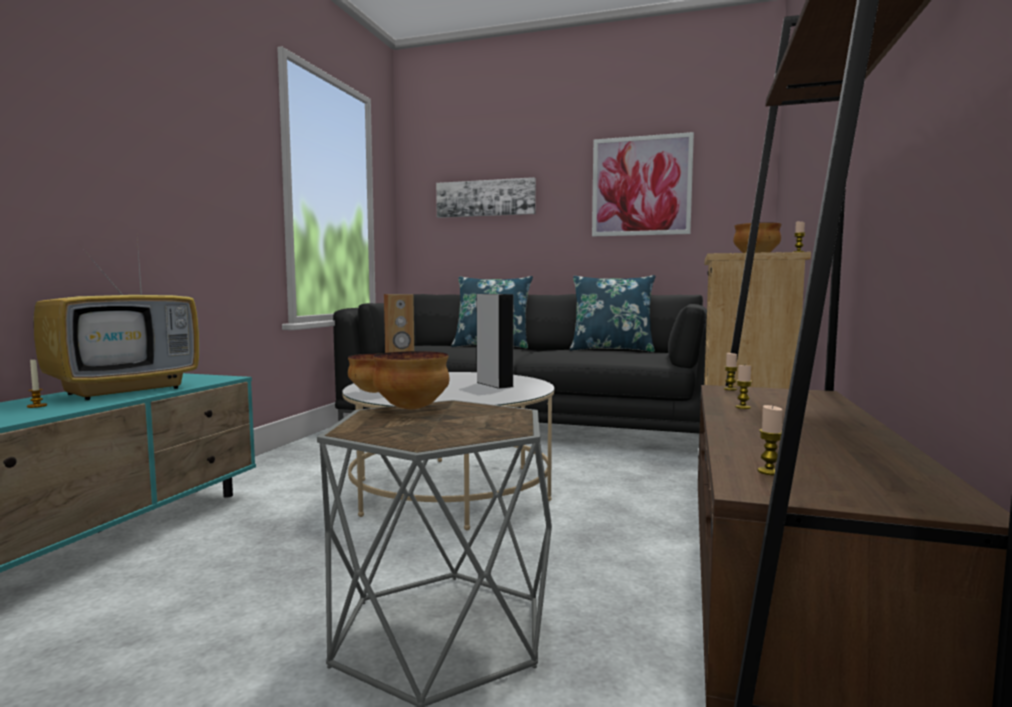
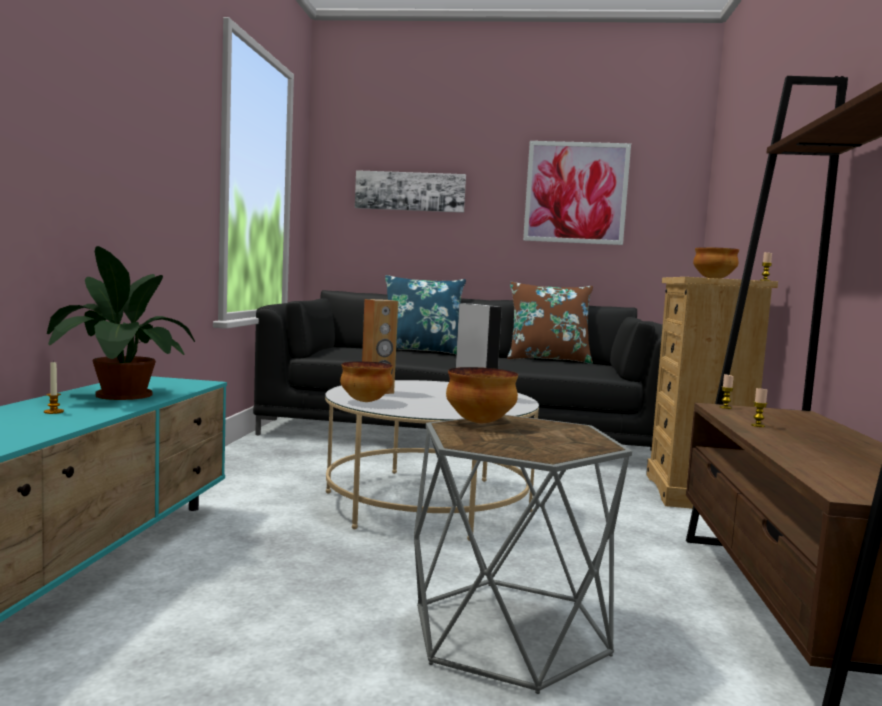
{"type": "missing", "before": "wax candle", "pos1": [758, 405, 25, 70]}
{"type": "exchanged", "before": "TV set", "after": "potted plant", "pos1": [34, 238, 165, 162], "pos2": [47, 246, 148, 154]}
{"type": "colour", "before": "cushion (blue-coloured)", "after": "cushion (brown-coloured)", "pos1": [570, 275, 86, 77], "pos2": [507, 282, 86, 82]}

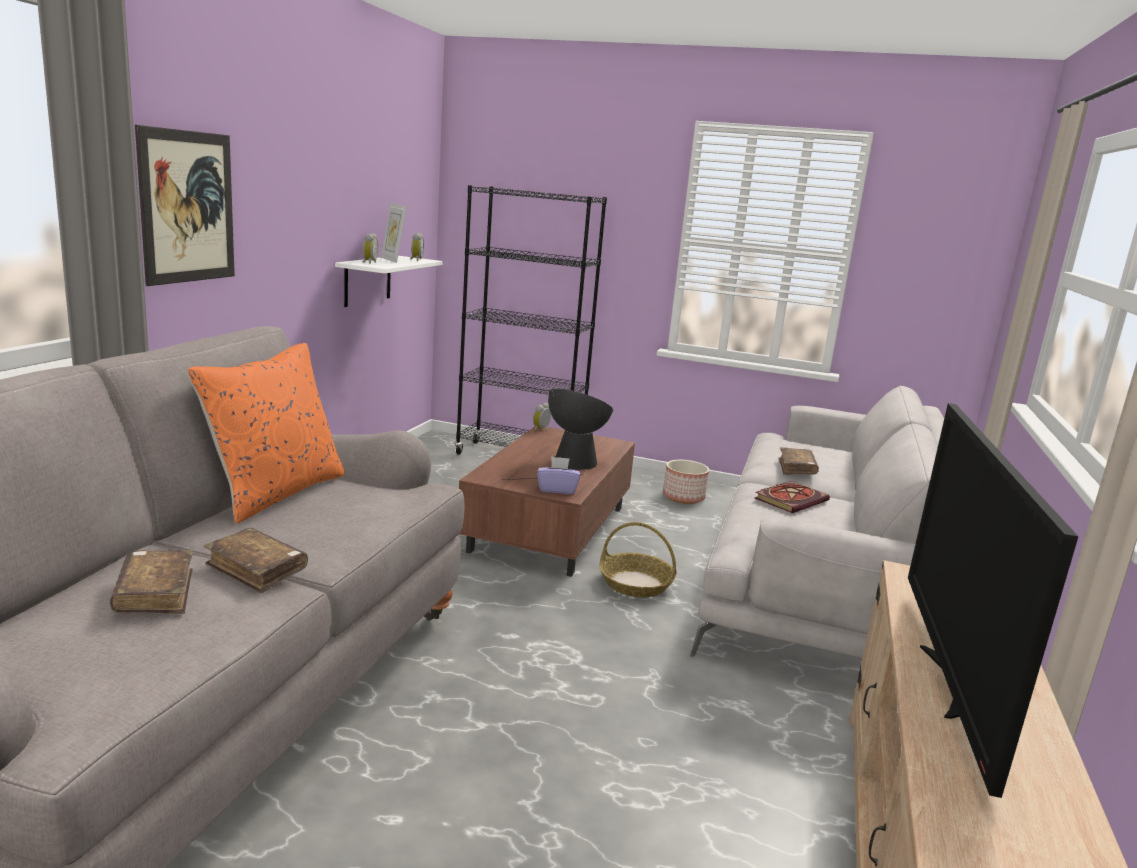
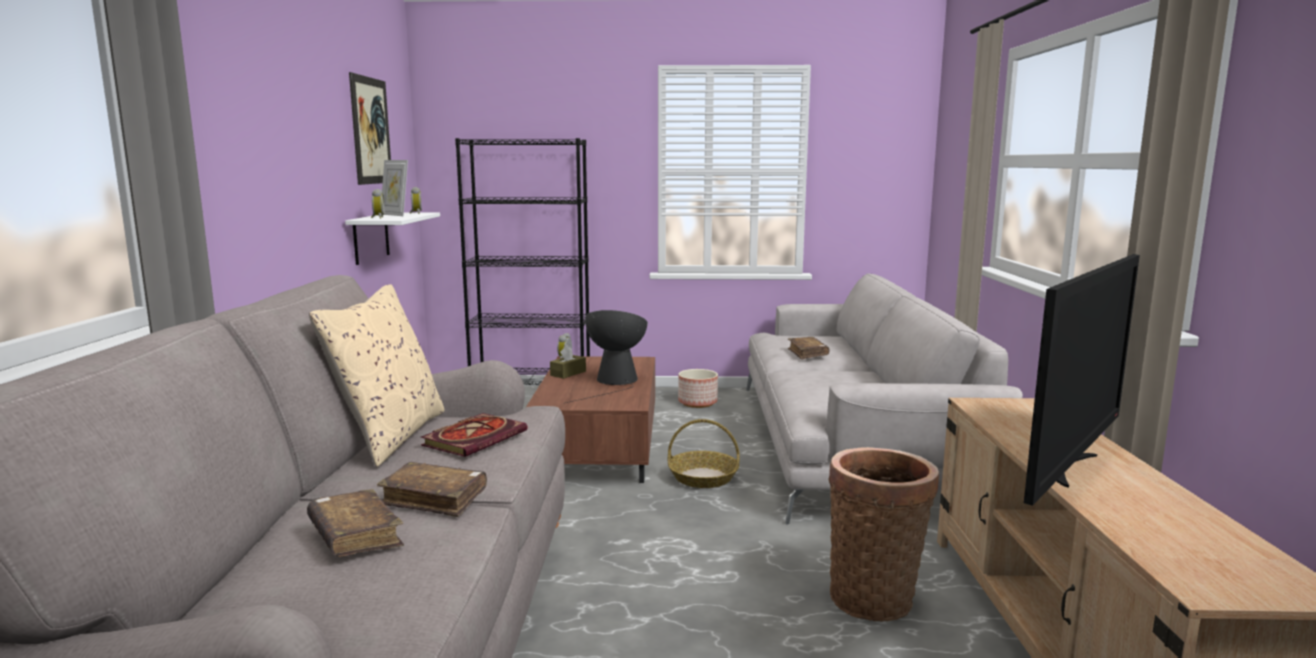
{"type": "missing", "before": "box of tissues (purple)", "pos1": [537, 456, 43, 38]}
{"type": "appeared", "after": "box of tissues (brown-coloured)", "pos2": [550, 345, 36, 34]}
{"type": "appeared", "after": "basket", "pos2": [828, 447, 111, 174]}
{"type": "relocated", "before": "wall art", "pos1": [135, 125, 100, 161], "pos2": [349, 72, 42, 113]}
{"type": "relocated", "before": "bound book", "pos1": [755, 481, 75, 32], "pos2": [421, 413, 106, 44]}
{"type": "colour", "before": "cushion (orangey)", "after": "cushion (sand-coloured)", "pos1": [187, 343, 158, 181], "pos2": [309, 284, 135, 183]}
{"type": "spun", "before": "TV set", "pos1": [908, 403, 171, 395], "pos2": [1024, 254, 116, 252], "turn": -135}

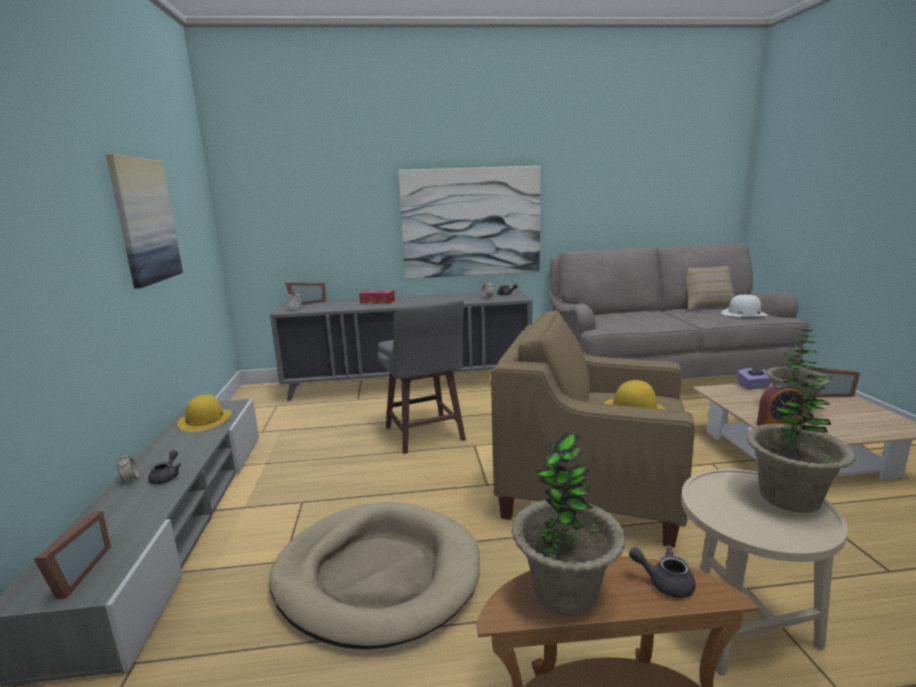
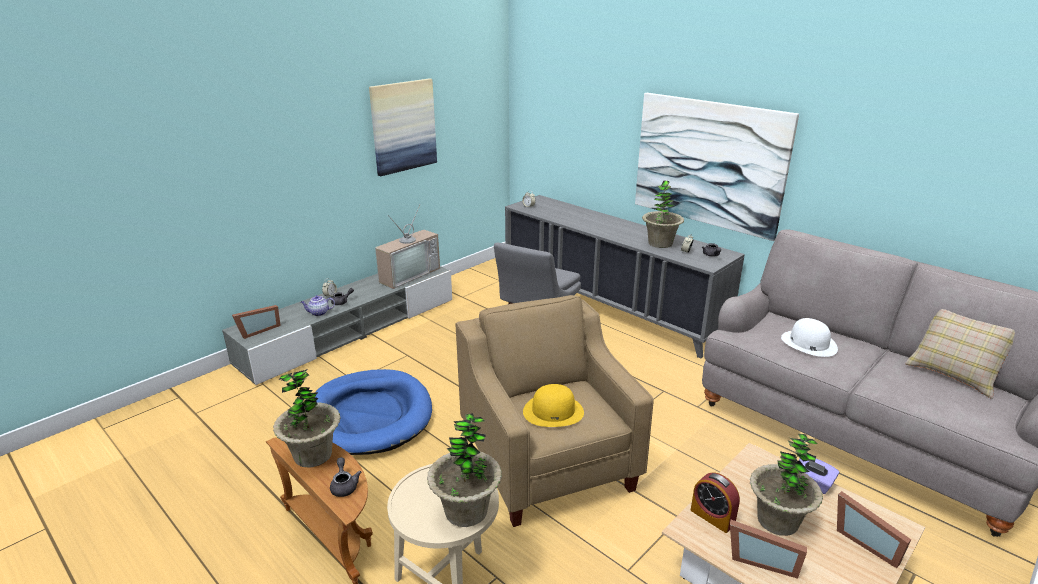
{"type": "missing", "before": "box of tissues", "pos1": [359, 290, 36, 14]}
{"type": "appeared", "after": "pot for tea", "pos2": [300, 295, 35, 21]}
{"type": "appeared", "after": "potted plant", "pos2": [642, 180, 42, 68]}
{"type": "relocated", "before": "standing frame", "pos1": [285, 282, 41, 23], "pos2": [730, 520, 77, 59]}
{"type": "relocated", "before": "clothing hat (white-coloured)", "pos1": [721, 295, 46, 22], "pos2": [781, 318, 57, 39]}
{"type": "exchanged", "before": "clothing hat (yellow)", "after": "TV set", "pos1": [177, 394, 55, 38], "pos2": [375, 205, 65, 84]}
{"type": "colour", "before": "dog bed (sand-coloured)", "after": "dog bed (blue-coloured)", "pos1": [269, 502, 211, 147], "pos2": [315, 369, 117, 86]}

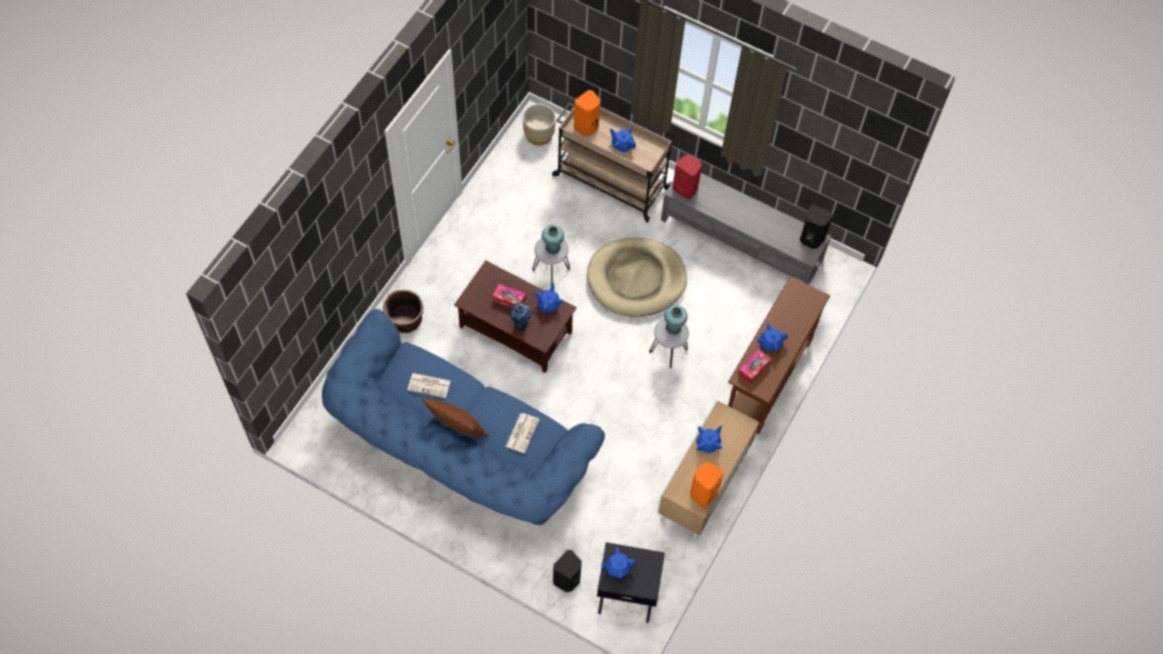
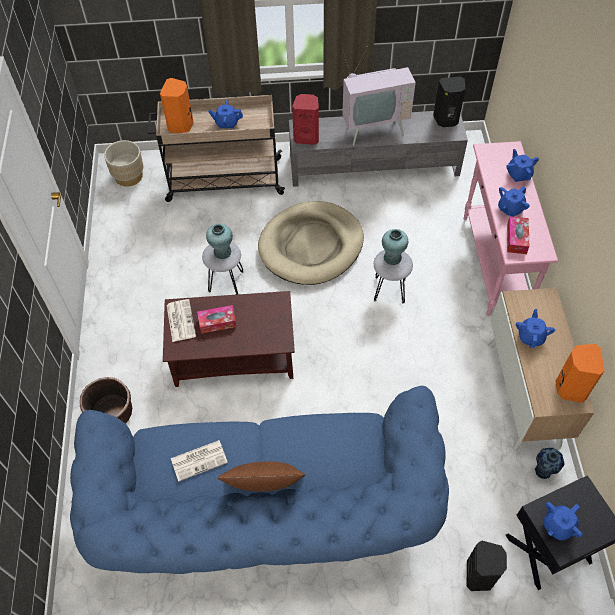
{"type": "appeared", "after": "TV set", "pos2": [342, 47, 74, 99]}
{"type": "relocated", "before": "printed paper", "pos1": [506, 413, 34, 40], "pos2": [167, 299, 29, 43]}
{"type": "relocated", "before": "vase", "pos1": [510, 303, 21, 27], "pos2": [535, 448, 29, 31]}
{"type": "relocated", "before": "pot for tea (blue-coloured)", "pos1": [534, 283, 29, 30], "pos2": [506, 149, 33, 33]}
{"type": "colour", "before": "narrow table (brown-coloured)", "after": "narrow table (pink)", "pos1": [728, 276, 102, 158], "pos2": [464, 141, 94, 175]}

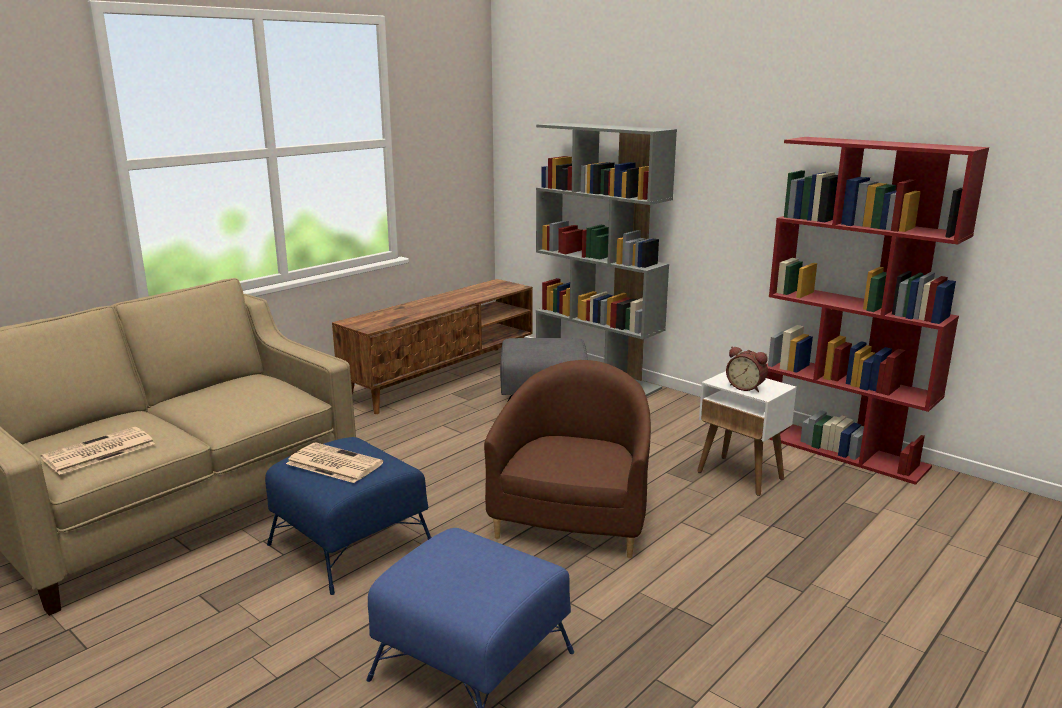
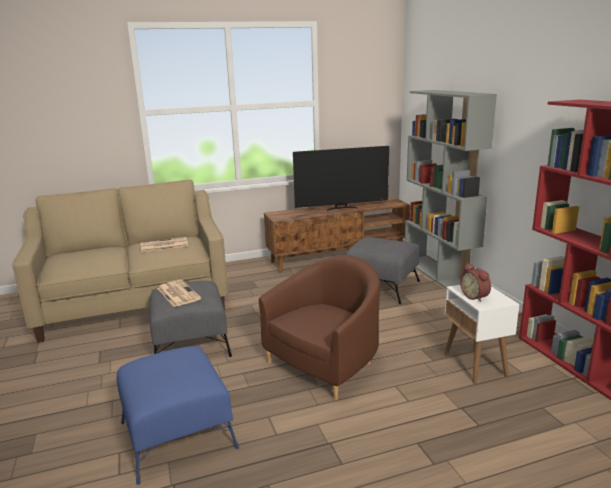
{"type": "appeared", "after": "TV set", "pos2": [293, 146, 96, 65]}
{"type": "relocated", "before": "printed paper", "pos1": [41, 427, 114, 48], "pos2": [141, 237, 47, 15]}
{"type": "colour", "before": "ottoman (blue-coloured)", "after": "ottoman (grey)", "pos1": [265, 437, 167, 158], "pos2": [150, 281, 82, 76]}

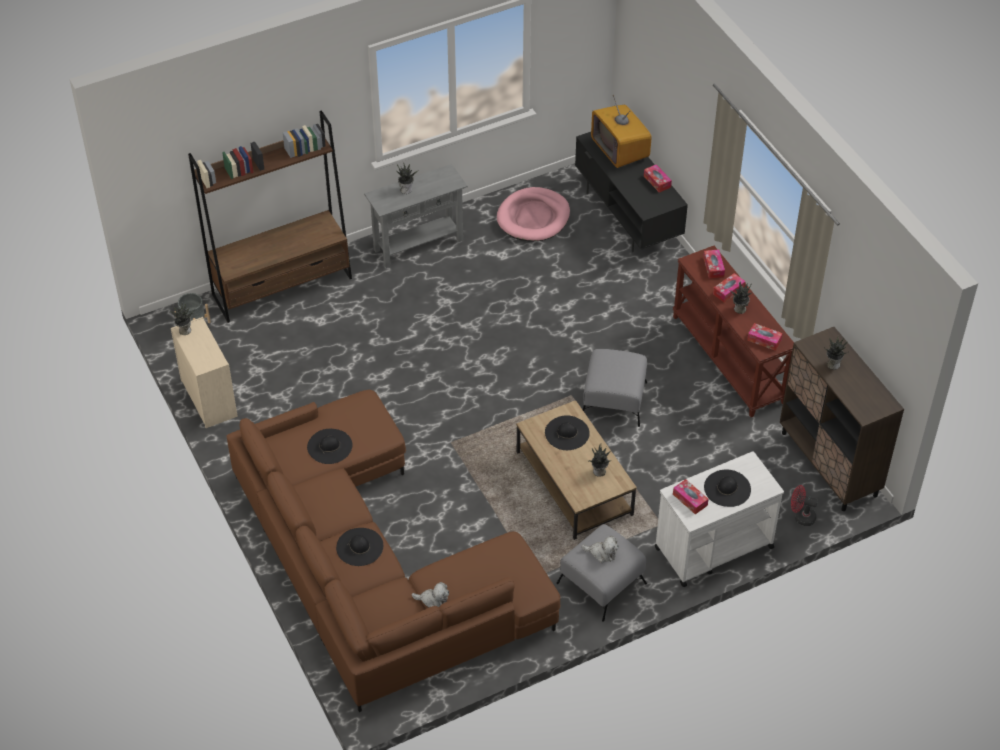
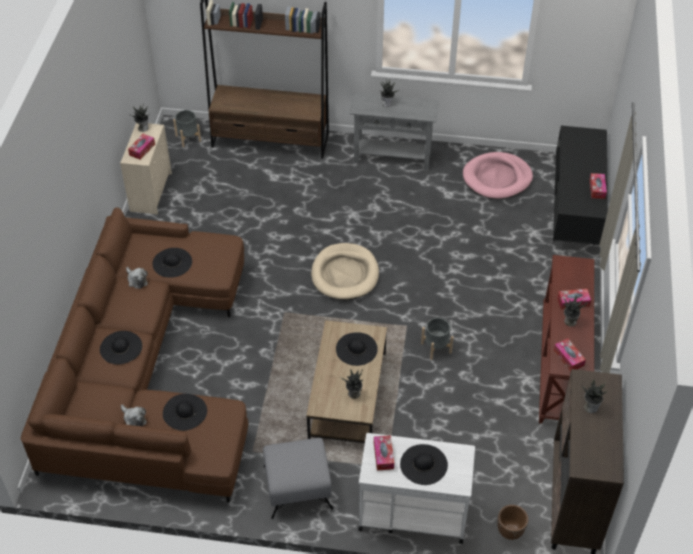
{"type": "missing", "before": "TV set", "pos1": [591, 95, 60, 73]}
{"type": "appeared", "after": "clothing hat (black-coloured)", "pos2": [163, 394, 44, 37]}
{"type": "appeared", "after": "dog bed (sand-coloured)", "pos2": [311, 243, 68, 57]}
{"type": "relocated", "before": "plush toy", "pos1": [581, 536, 38, 27], "pos2": [126, 267, 22, 22]}
{"type": "relocated", "before": "box of tissues", "pos1": [703, 250, 22, 29], "pos2": [128, 134, 27, 26]}
{"type": "exchanged", "before": "ottoman (grey)", "after": "flower pot (grey)", "pos1": [583, 349, 64, 78], "pos2": [421, 318, 33, 42]}
{"type": "exchanged", "before": "fan (reddish)", "after": "flower pot (brown-coloured)", "pos1": [791, 485, 27, 41], "pos2": [497, 505, 31, 35]}

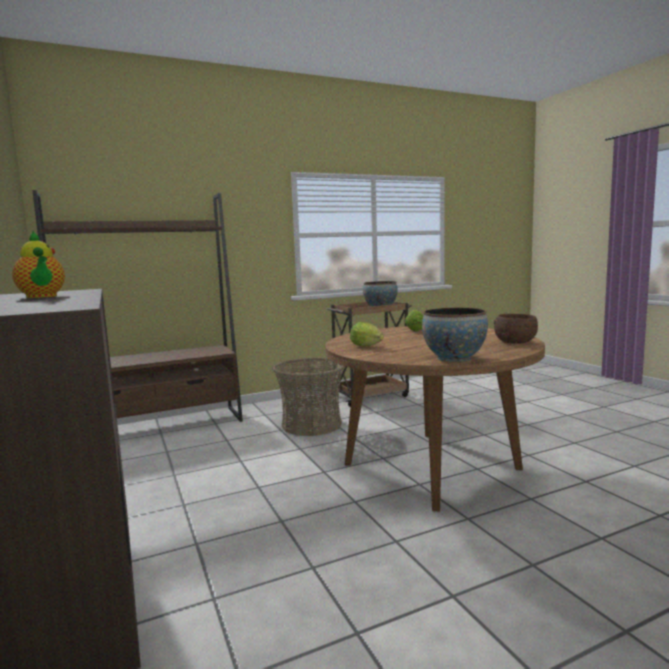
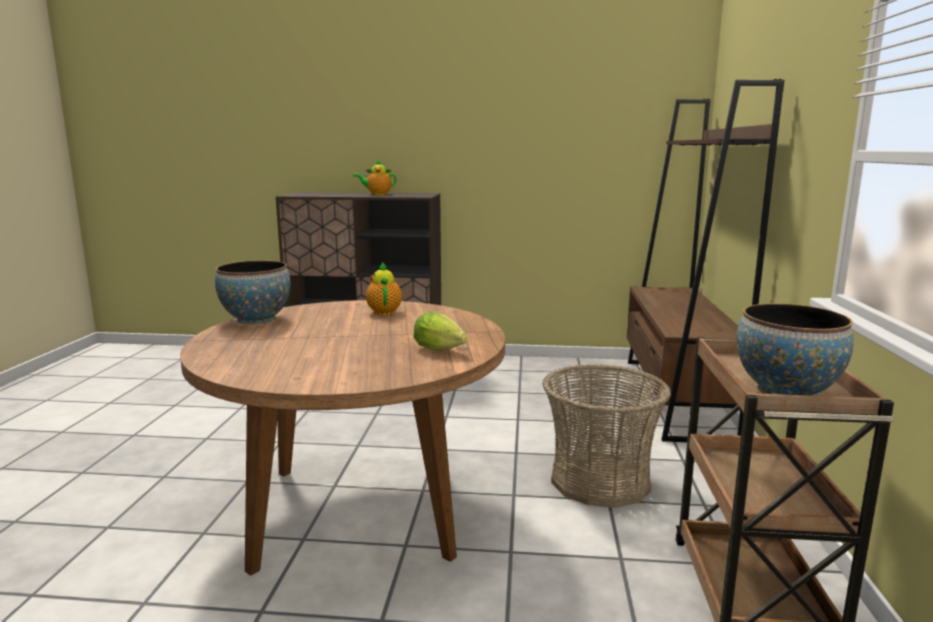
{"type": "missing", "before": "bowl (brown-coloured)", "pos1": [494, 314, 44, 30]}
{"type": "exchanged", "before": "lettuce head", "after": "pot for tea", "pos1": [350, 322, 34, 25], "pos2": [366, 262, 36, 53]}

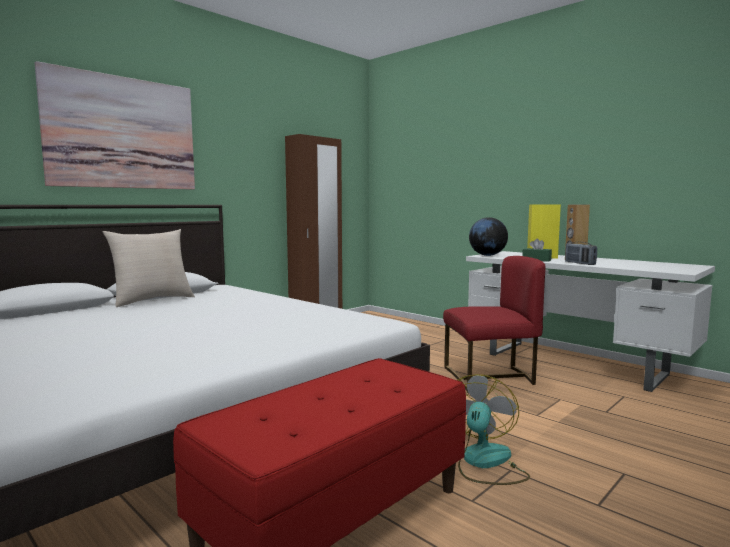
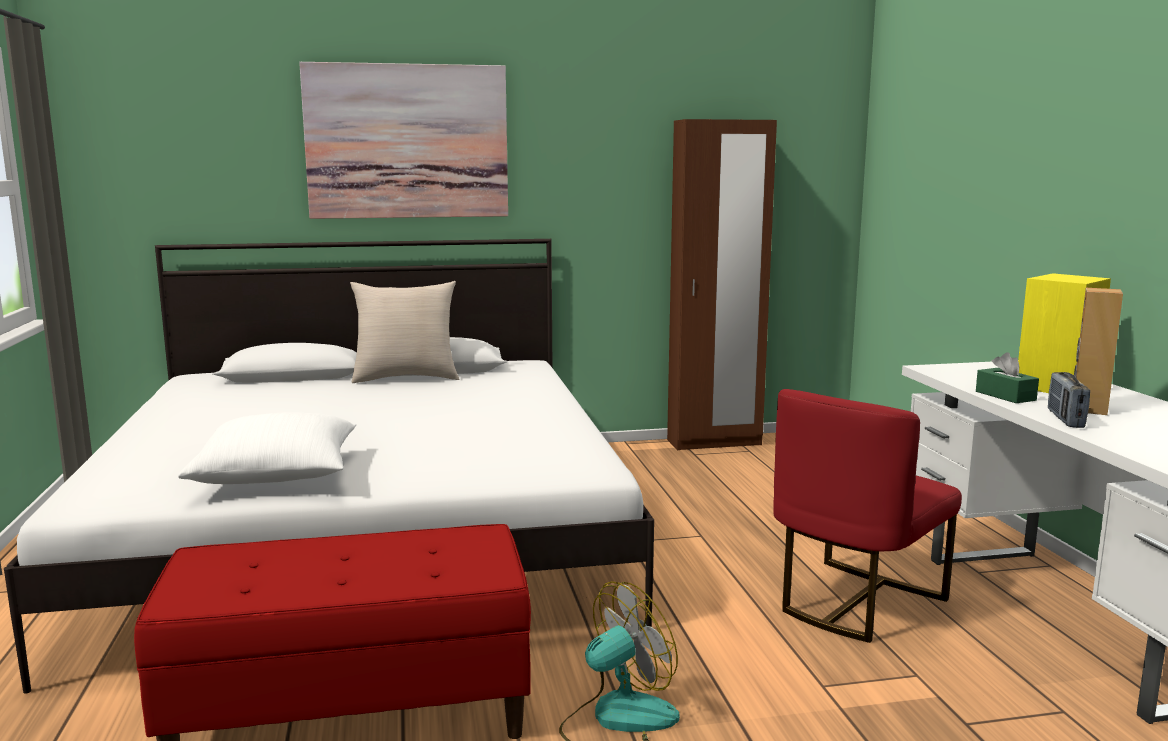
{"type": "missing", "before": "globe", "pos1": [469, 217, 39, 39]}
{"type": "appeared", "after": "cushion (white-coloured)", "pos2": [178, 412, 178, 72]}
{"type": "spun", "before": "plain chair (reddish)", "pos1": [443, 256, 102, 137], "pos2": [773, 389, 189, 254], "turn": 105}

